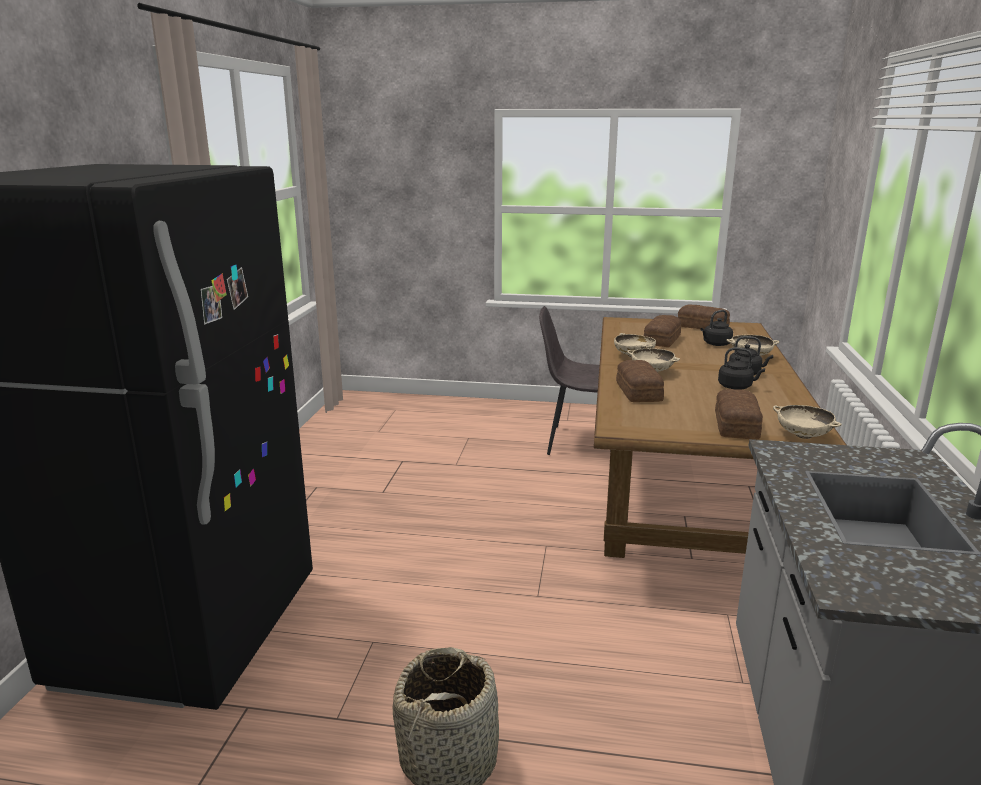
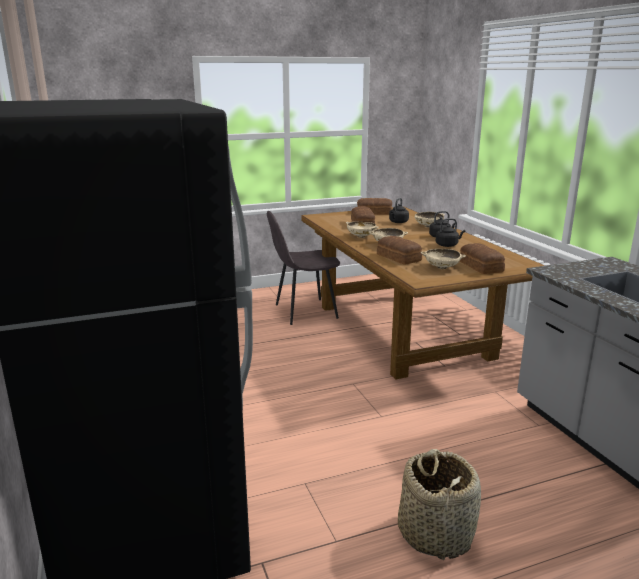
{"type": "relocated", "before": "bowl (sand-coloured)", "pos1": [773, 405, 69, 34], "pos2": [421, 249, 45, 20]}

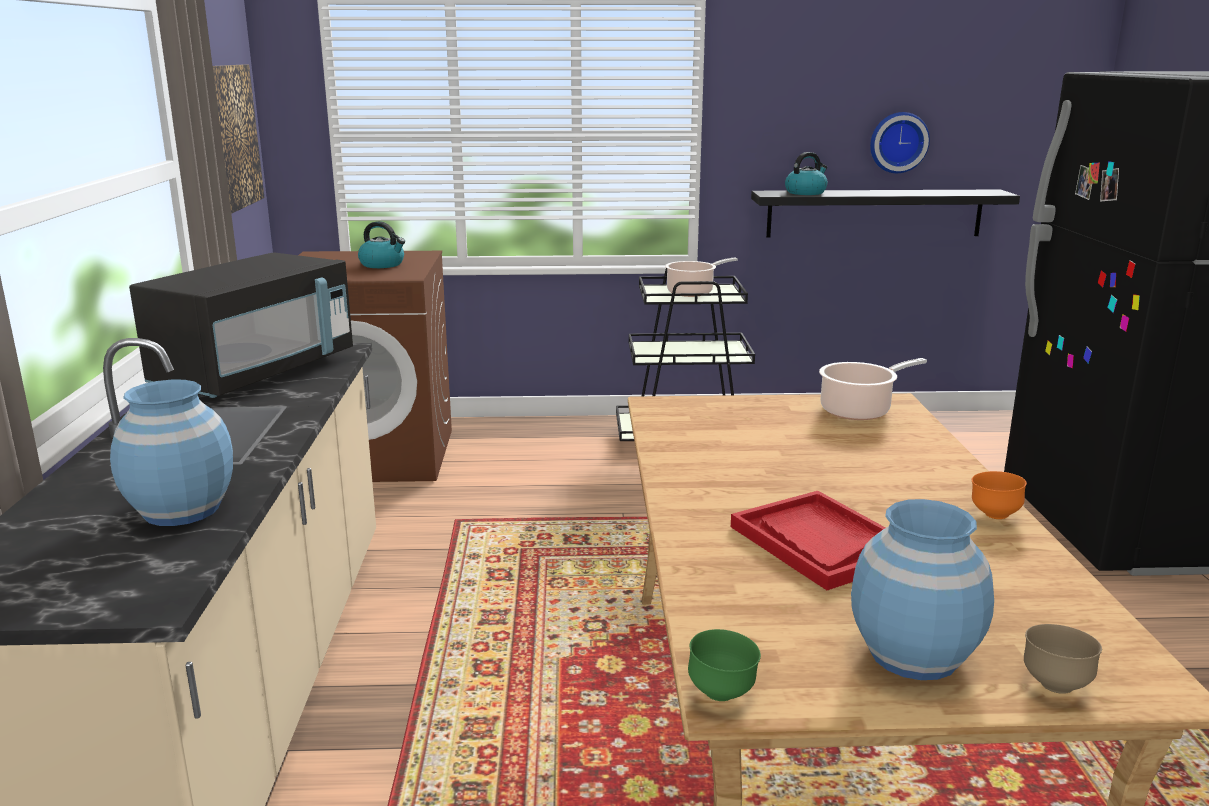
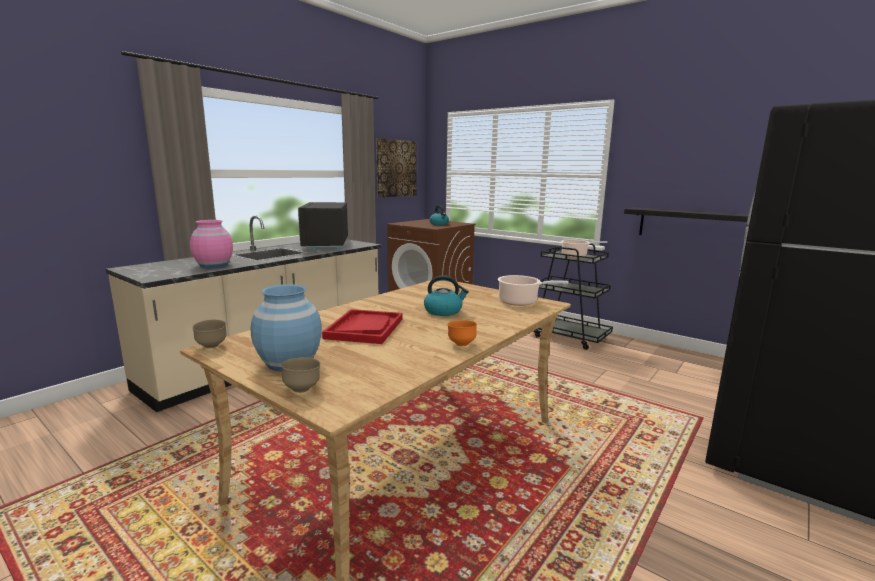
{"type": "missing", "before": "clock on the wall", "pos1": [870, 112, 60, 61]}
{"type": "relocated", "before": "water kettle", "pos1": [785, 152, 43, 43], "pos2": [424, 275, 45, 41]}
{"type": "colour", "before": "vase (blue-coloured)", "after": "vase (pink)", "pos1": [110, 380, 123, 146], "pos2": [190, 220, 43, 48]}
{"type": "colour", "before": "bowl (green-coloured)", "after": "bowl (brown-coloured)", "pos1": [688, 629, 73, 72], "pos2": [192, 320, 35, 28]}
{"type": "spun", "before": "microwave (black-coloured)", "pos1": [129, 252, 224, 146], "pos2": [298, 202, 50, 49], "turn": 105}

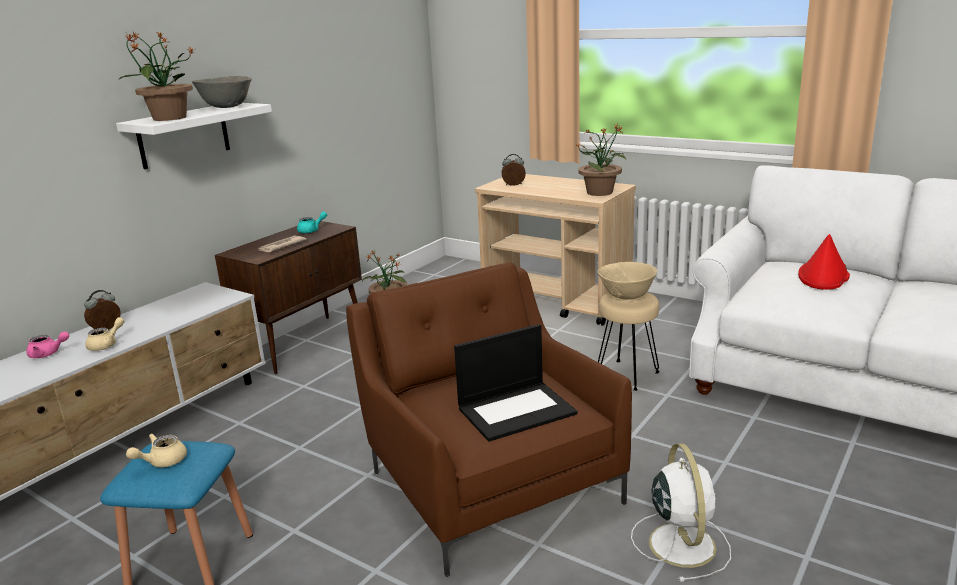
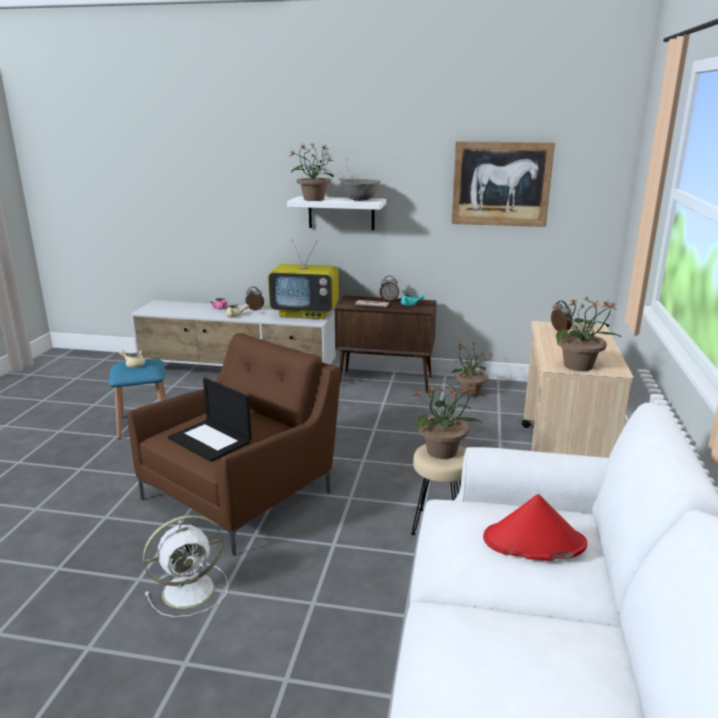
{"type": "appeared", "after": "TV set", "pos2": [268, 239, 71, 80]}
{"type": "appeared", "after": "alarm clock", "pos2": [379, 276, 20, 25]}
{"type": "appeared", "after": "wall art", "pos2": [451, 141, 104, 86]}
{"type": "exchanged", "before": "bowl (sand-coloured)", "after": "potted plant", "pos1": [597, 262, 60, 38], "pos2": [411, 380, 72, 79]}

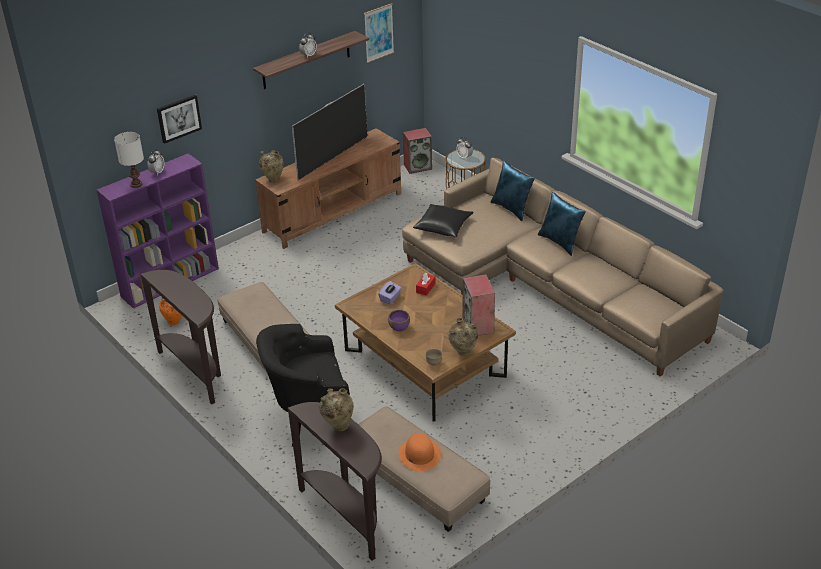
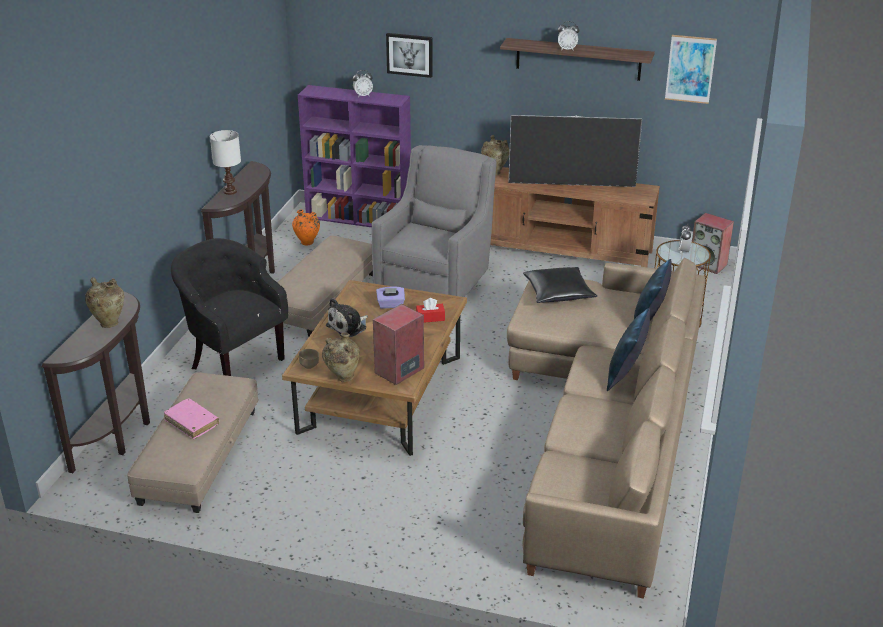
{"type": "appeared", "after": "easy chair (grey)", "pos2": [372, 145, 125, 152]}
{"type": "relocated", "before": "lamp for a table (white-coloured)", "pos1": [114, 132, 30, 56], "pos2": [210, 130, 31, 65]}
{"type": "exchanged", "before": "bowl (purple)", "after": "plush toy", "pos1": [388, 310, 22, 22], "pos2": [326, 298, 42, 39]}
{"type": "exchanged", "before": "clothing hat (orangey)", "after": "bound book (pink)", "pos1": [399, 433, 42, 38], "pos2": [164, 398, 55, 41]}

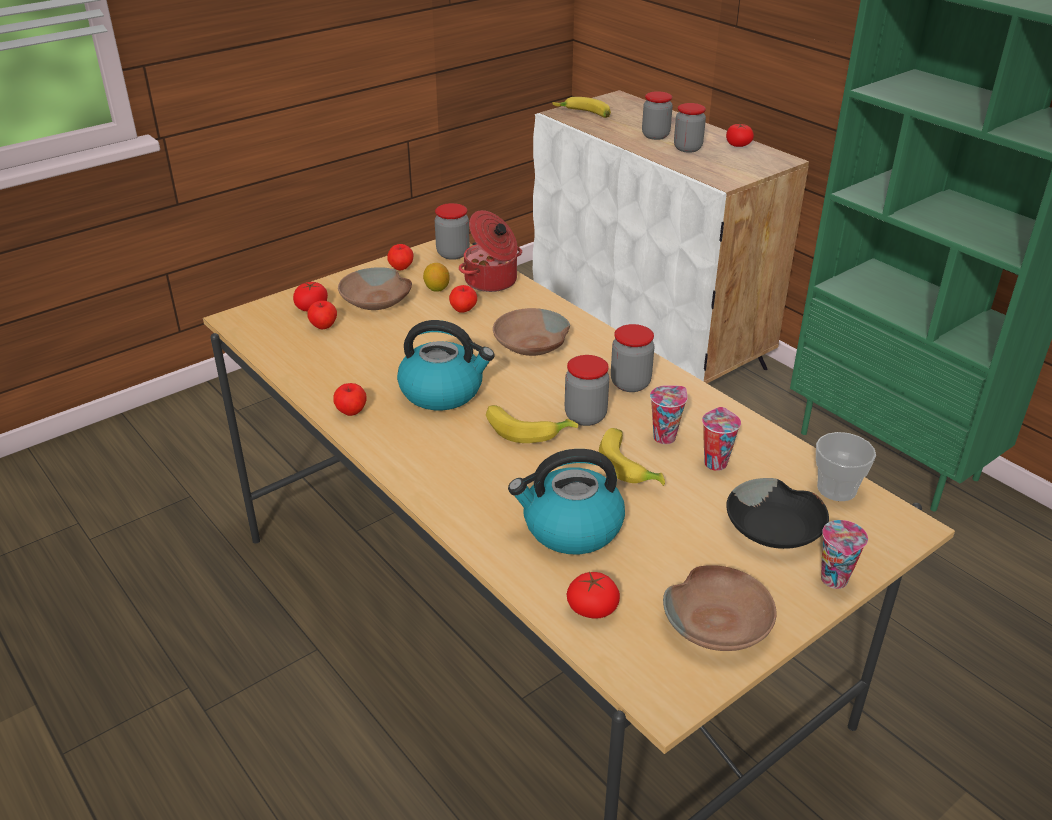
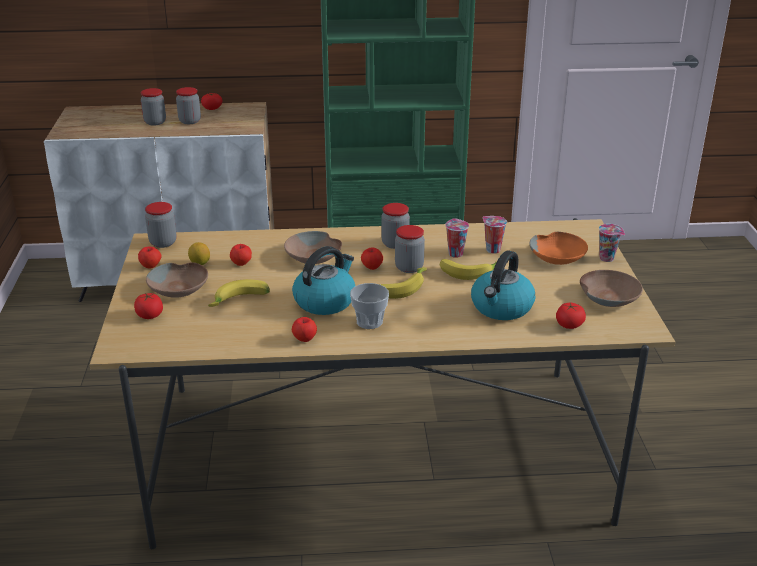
{"type": "missing", "before": "saucepot", "pos1": [459, 210, 63, 82]}
{"type": "relocated", "before": "apple fruit", "pos1": [308, 301, 29, 28], "pos2": [361, 248, 22, 22]}
{"type": "relocated", "before": "whole banana", "pos1": [553, 97, 58, 21], "pos2": [208, 279, 62, 28]}
{"type": "relocated", "before": "small cup", "pos1": [816, 432, 60, 69], "pos2": [350, 283, 39, 46]}
{"type": "colour", "before": "bowl (black-coloured)", "after": "bowl (orangey)", "pos1": [726, 478, 103, 71], "pos2": [529, 232, 59, 33]}

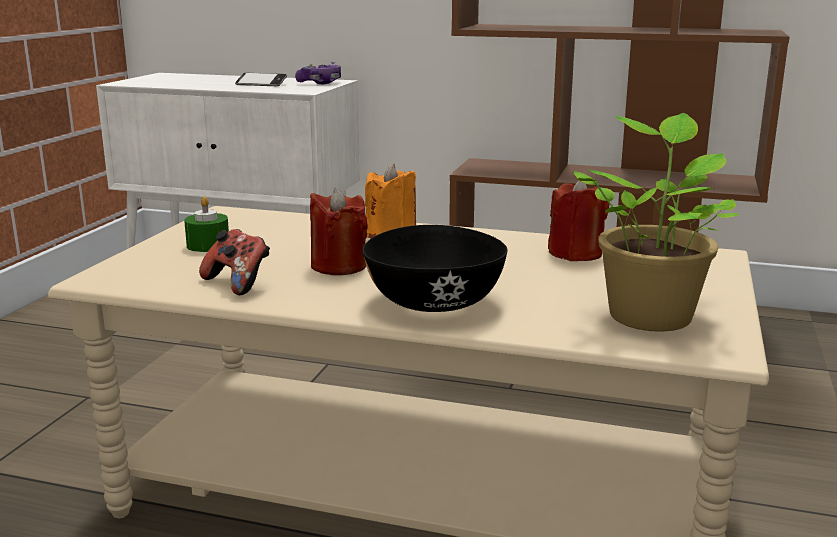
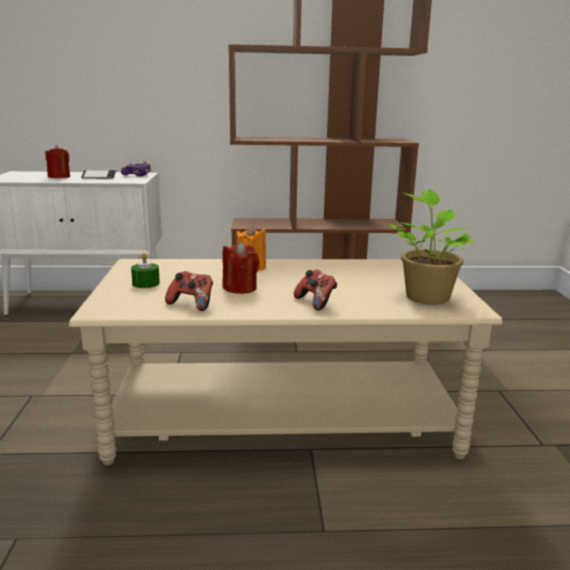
{"type": "relocated", "before": "wax candle (reddish)", "pos1": [548, 180, 61, 81], "pos2": [45, 145, 25, 33]}
{"type": "exchanged", "before": "bowl (black-coloured)", "after": "joypad", "pos1": [363, 225, 145, 87], "pos2": [294, 270, 43, 40]}

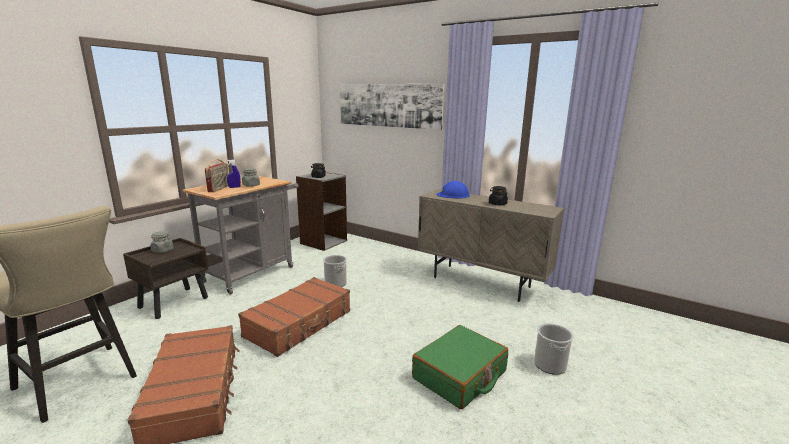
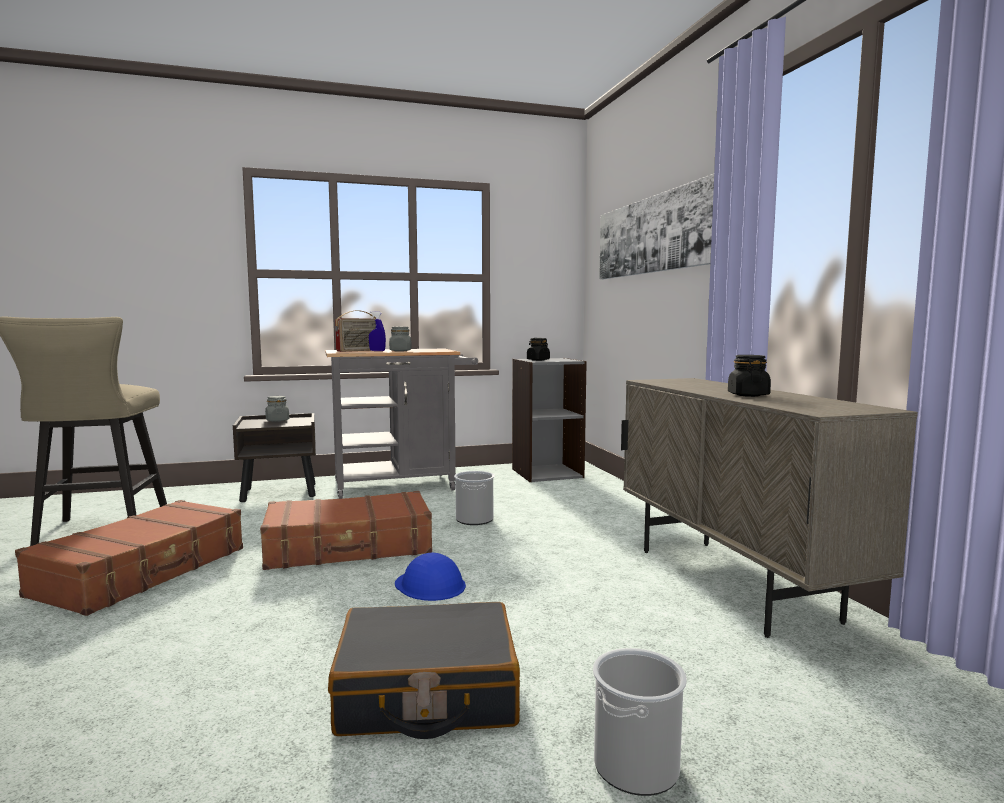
{"type": "relocated", "before": "safety helmet (blue-coloured)", "pos1": [436, 181, 34, 17], "pos2": [395, 553, 71, 48]}
{"type": "colour", "before": "piece of luggage (green-coloured)", "after": "piece of luggage (black-coloured)", "pos1": [412, 325, 96, 84], "pos2": [328, 602, 192, 137]}

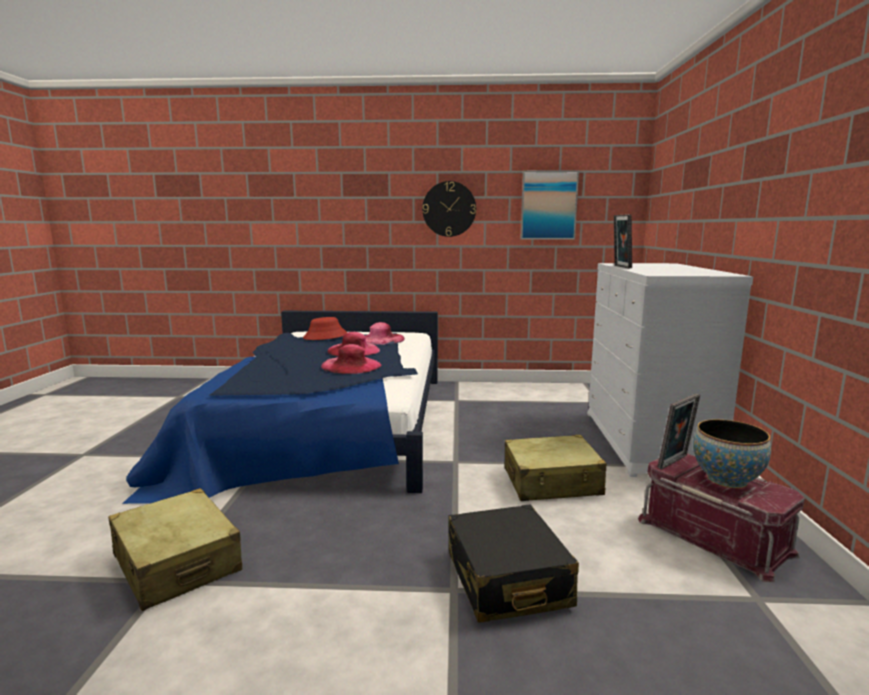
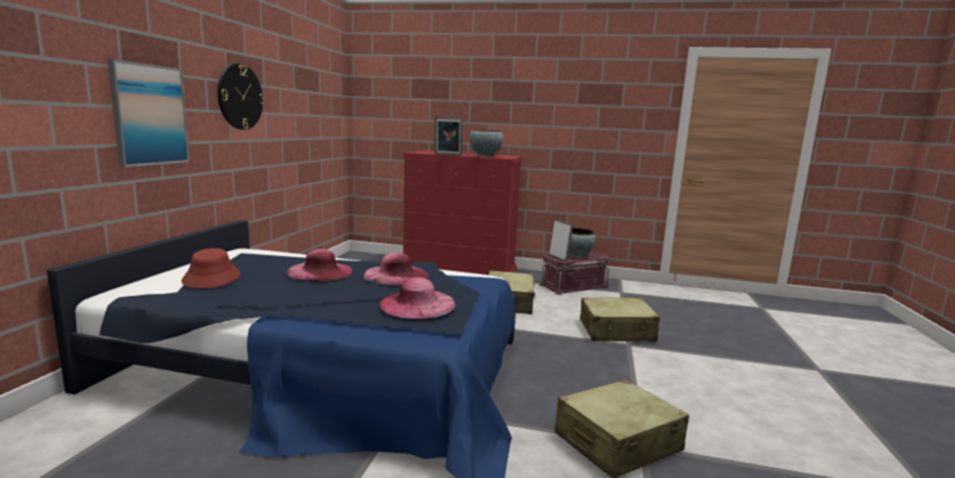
{"type": "appeared", "after": "bowl", "pos2": [469, 129, 34, 28]}
{"type": "relocated", "before": "clothing hat (pink)", "pos1": [365, 322, 40, 23], "pos2": [379, 277, 76, 42]}
{"type": "relocated", "before": "wall art", "pos1": [520, 170, 59, 69], "pos2": [107, 59, 82, 108]}
{"type": "colour", "before": "piece of luggage (black-coloured)", "after": "piece of luggage (sand-coloured)", "pos1": [448, 505, 131, 118], "pos2": [580, 297, 80, 44]}
{"type": "colour", "before": "dresser (white-coloured)", "after": "dresser (reddish)", "pos1": [587, 263, 166, 214], "pos2": [403, 150, 119, 125]}

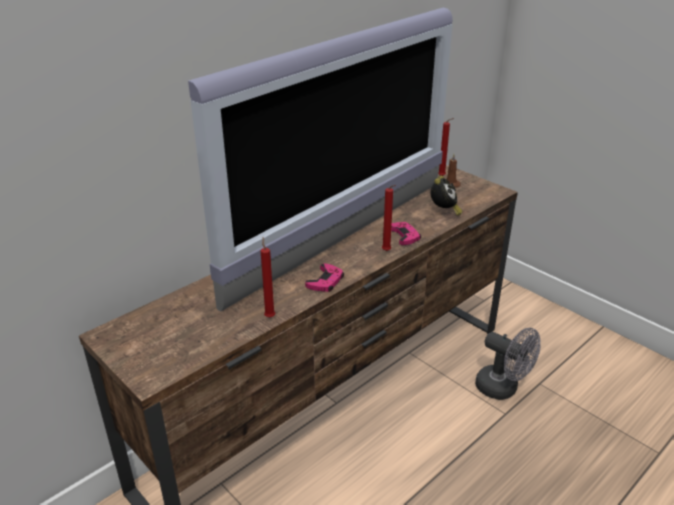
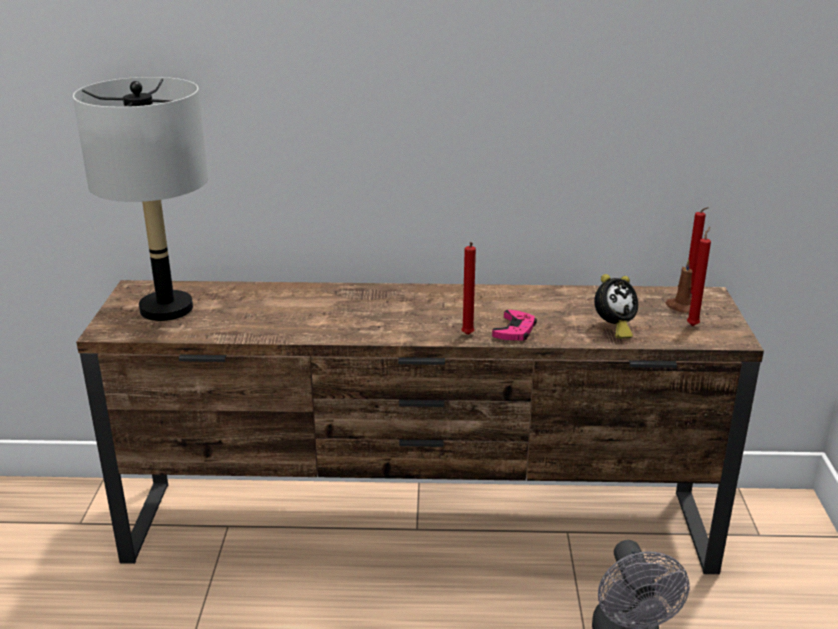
{"type": "missing", "before": "TV set", "pos1": [188, 7, 265, 304]}
{"type": "missing", "before": "joypad (pink)", "pos1": [305, 263, 39, 29]}
{"type": "appeared", "after": "lamp for a table (grey)", "pos2": [73, 77, 135, 244]}
{"type": "relocated", "before": "wax candle (reddish)", "pos1": [261, 237, 14, 80], "pos2": [687, 227, 24, 99]}

